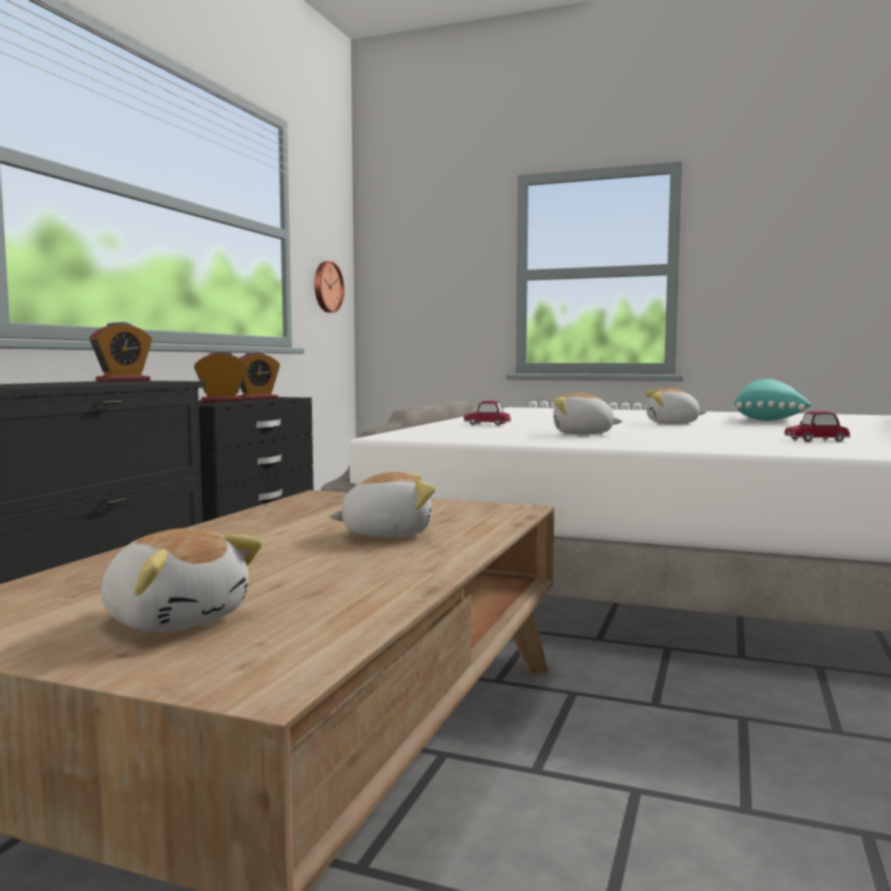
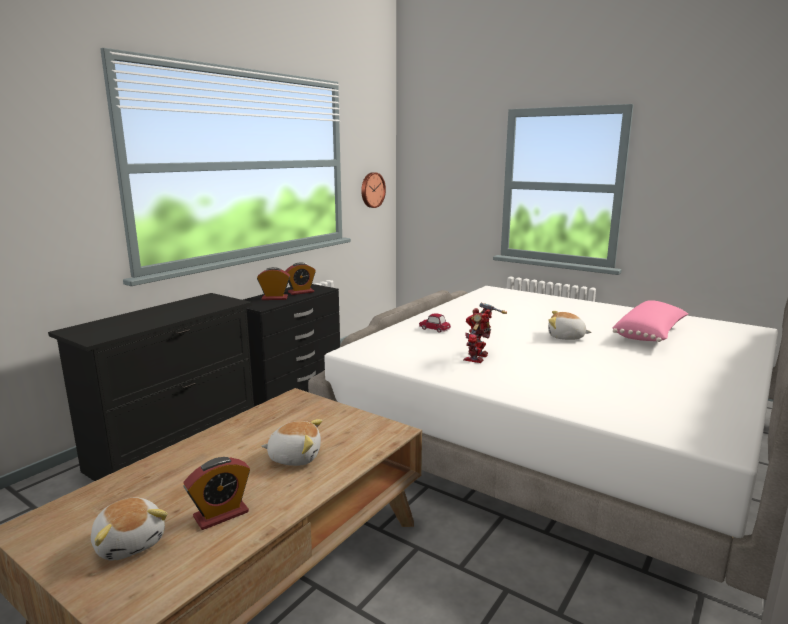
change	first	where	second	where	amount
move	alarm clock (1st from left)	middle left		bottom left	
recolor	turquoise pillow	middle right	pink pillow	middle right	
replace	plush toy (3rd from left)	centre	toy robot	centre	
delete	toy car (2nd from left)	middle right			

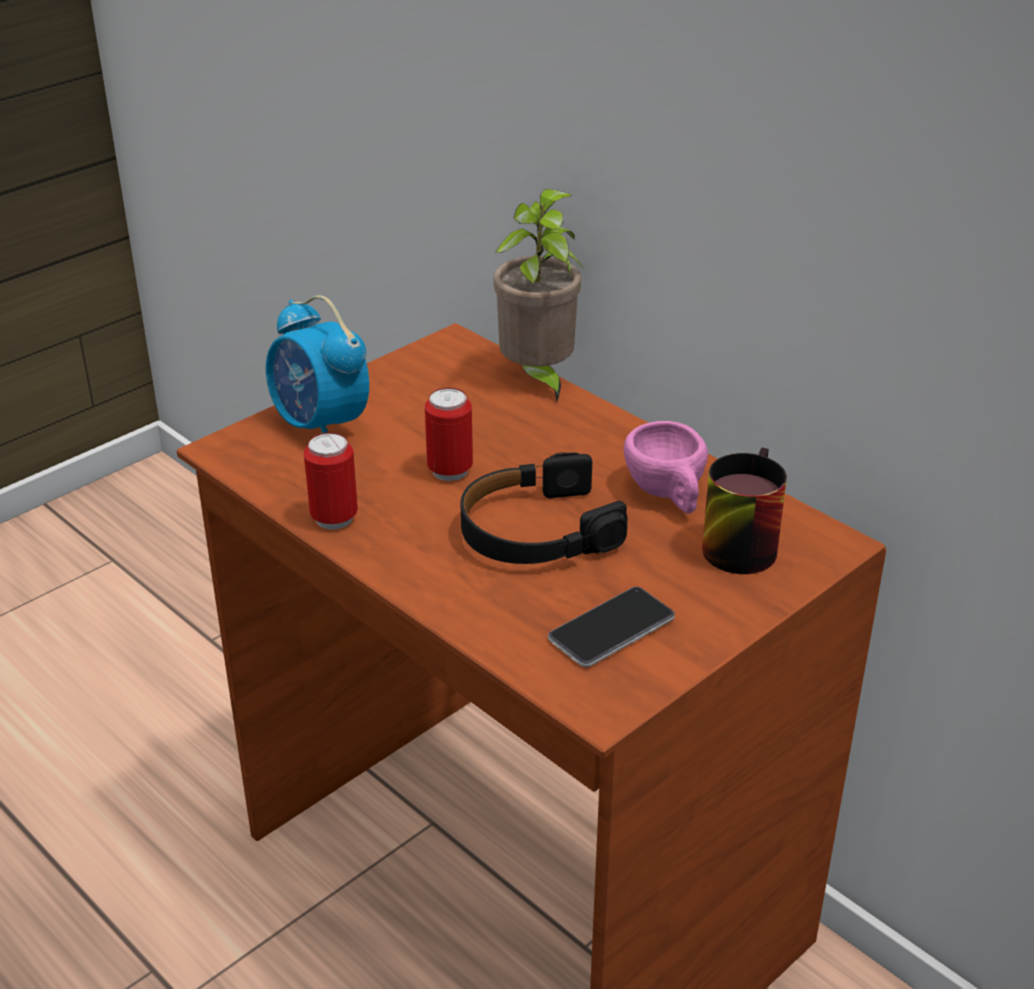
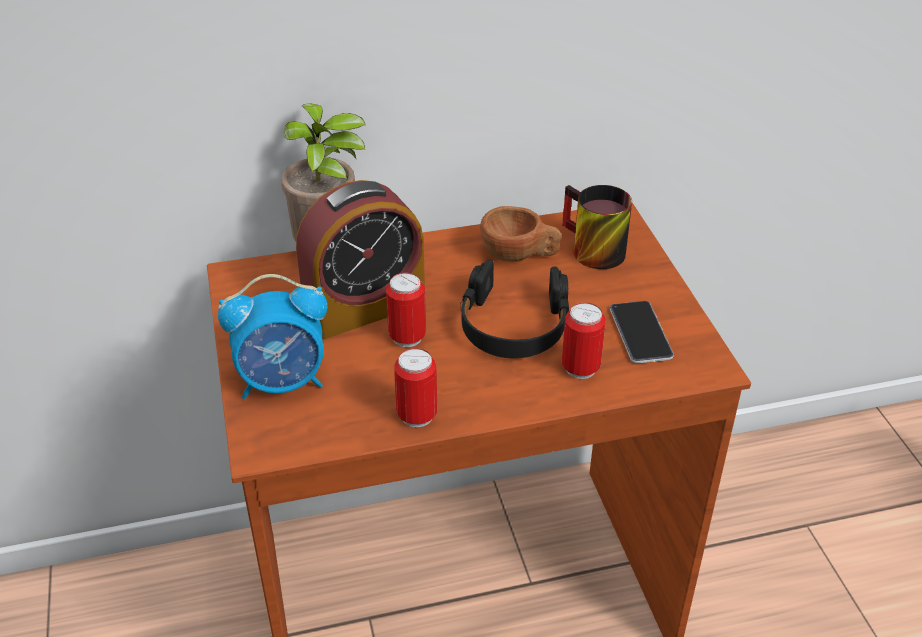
change	first	where	second	where	amount
recolor	pink cup	centre	brown cup	centre	
insert			alarm clock (2nd from left)	centre	
insert			can (3rd from left)	centre	

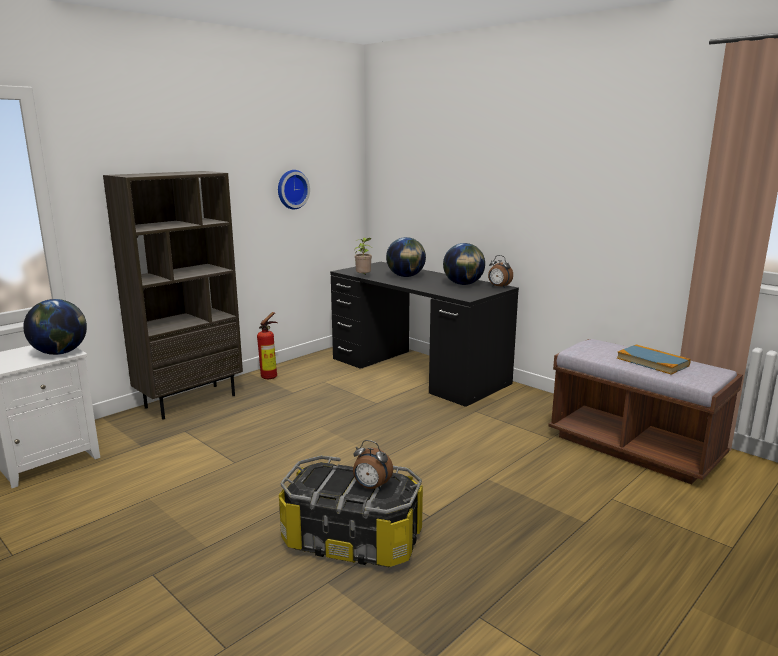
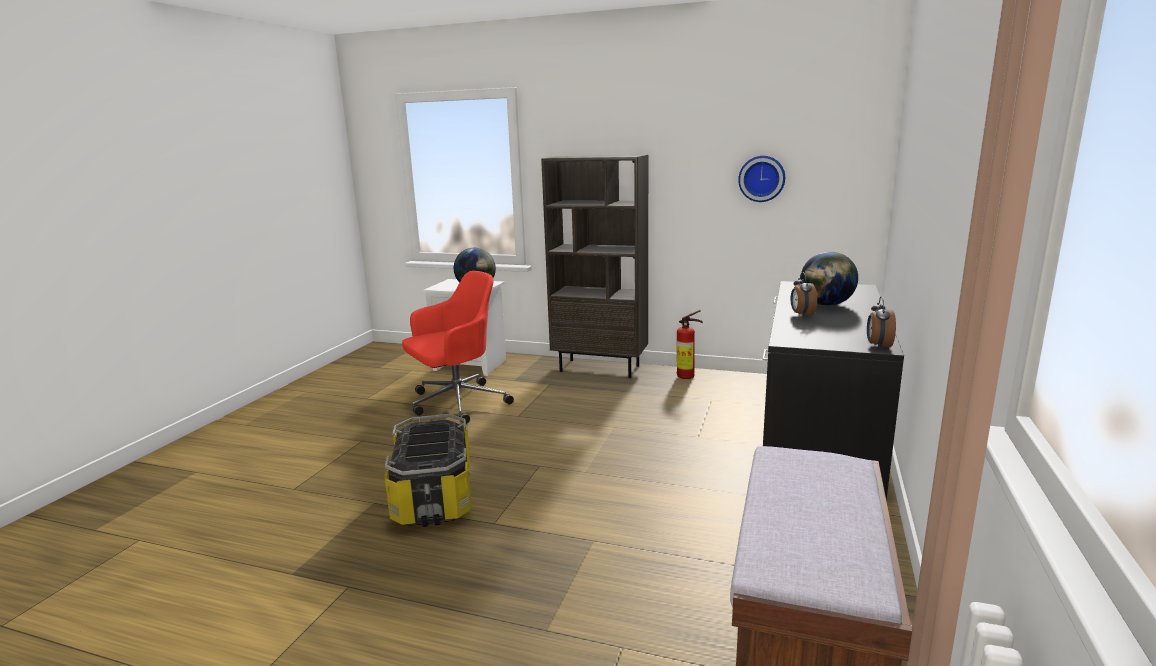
change	first	where	second	where	amount
delete	potted plant	centre			
delete	globe (3rd from left)	centre			
delete	book	middle right			
move	alarm clock (1st from left)	bottom centre		middle right	
insert			red office chair	centre	

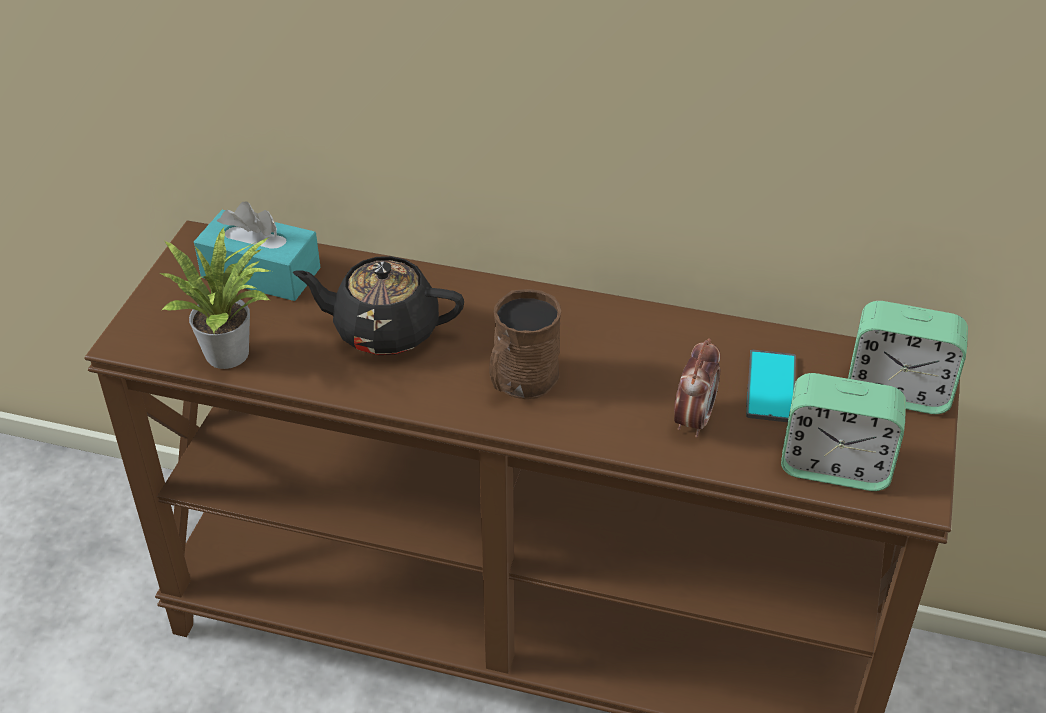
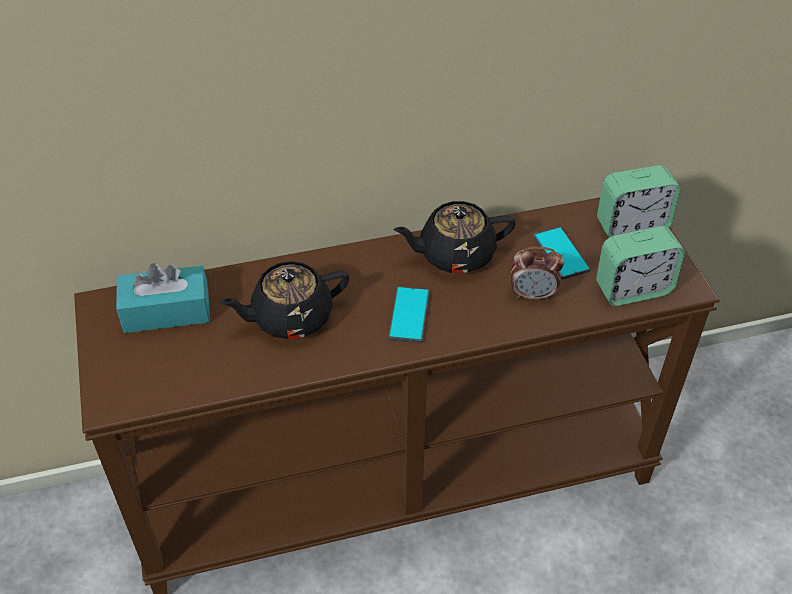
change	first	where	second	where	amount
delete	potted plant	middle left			
replace	brown mug	centre	phone (1st from left)	centre	
rotate	alarm clock (1st from left)	centre		middle right	105 degrees clockwise
insert			black teapot (2nd from left)	centre	

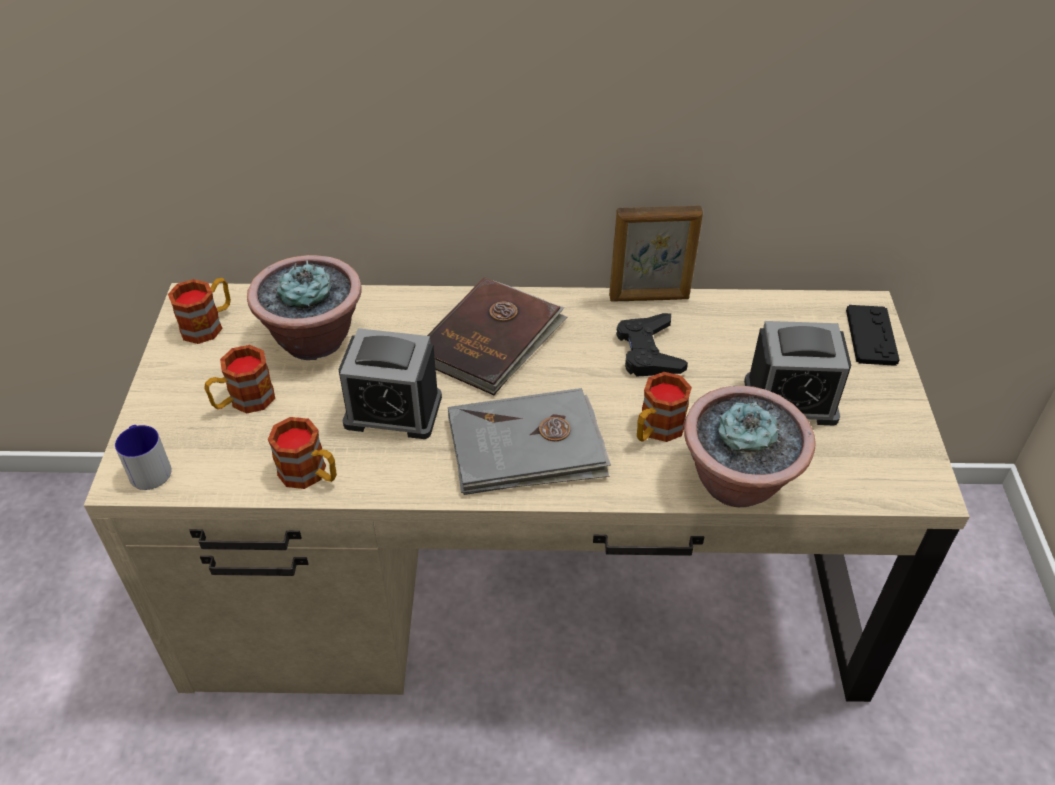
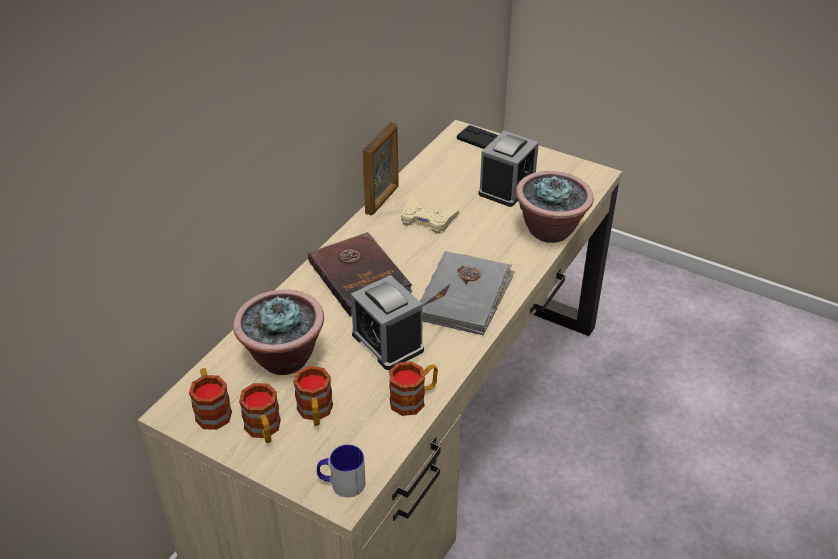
change	first	where	second	where	amount
recolor	black game controller (1st from left)	centre	beige game controller	centre	
rotate	alarm clock (1st from left)	centre		centre	105 degrees clockwise
move	mug (5th from left in the first image)	centre	mug (2nd from left)	bottom left	

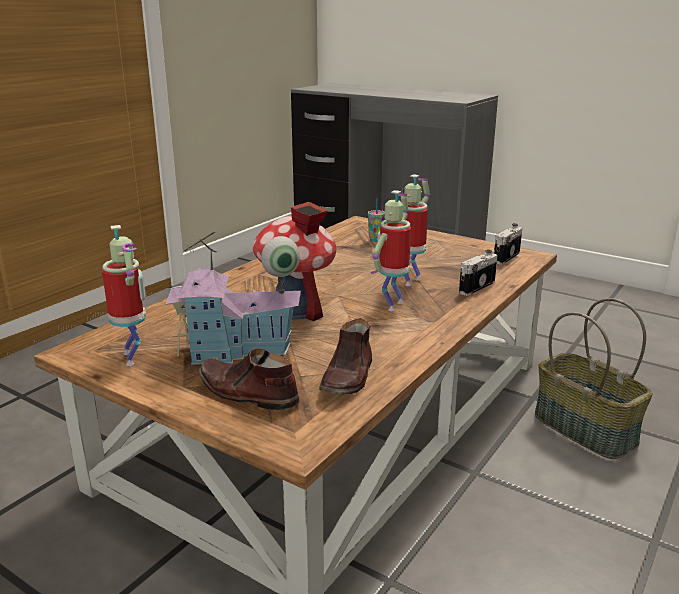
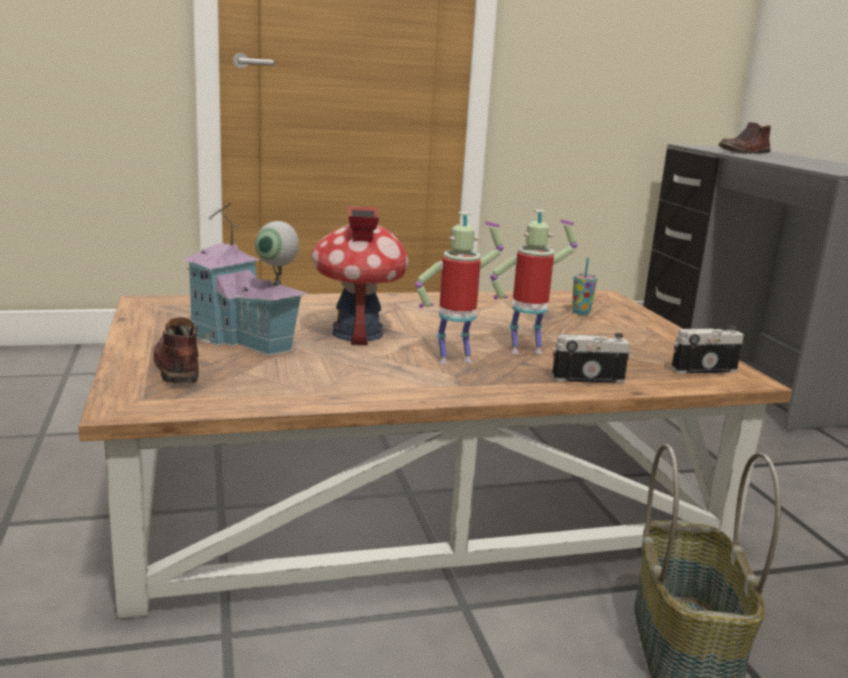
change	first	where	second	where	amount
delete	toy robot (1st from left)	middle left			
move	brown shoe (2nd from left)	centre		top right	

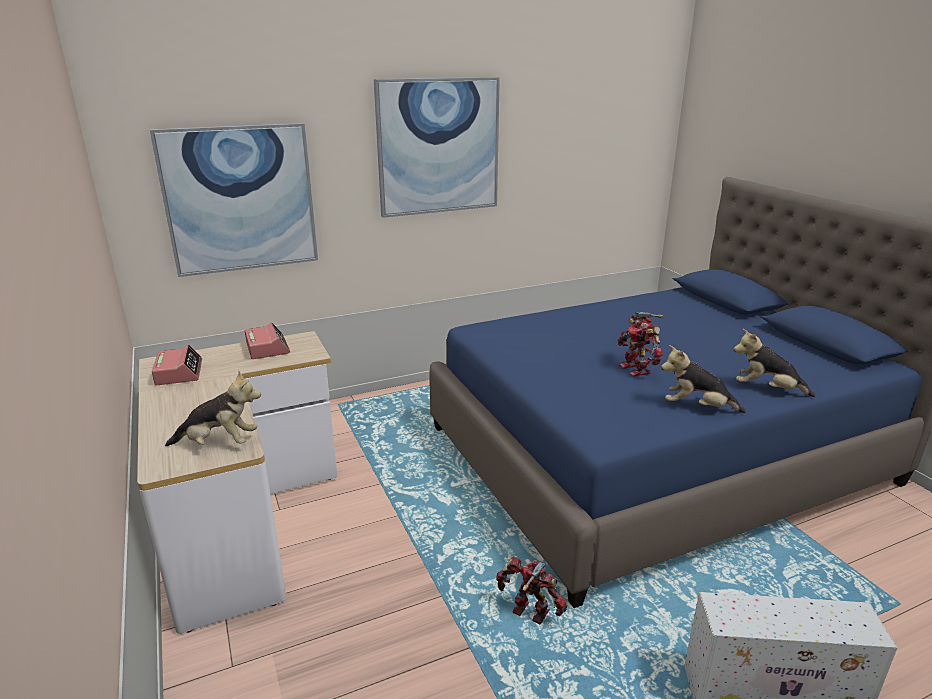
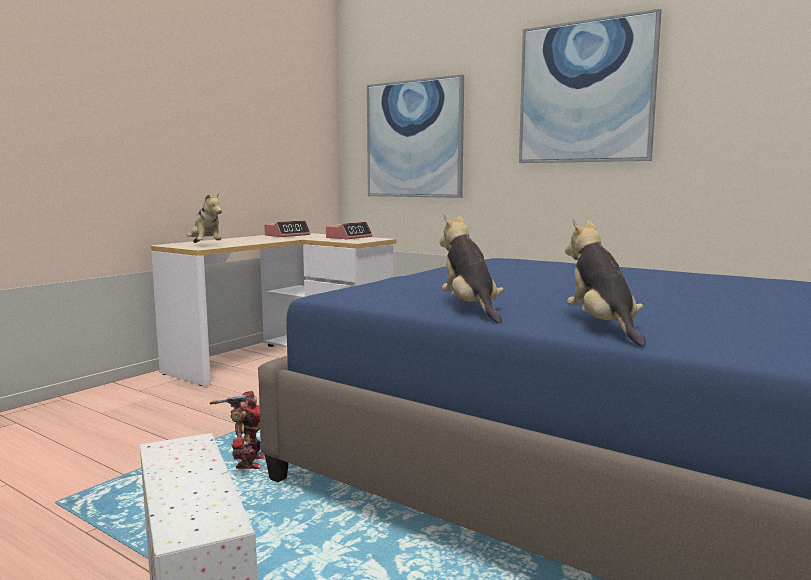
change	first	where	second	where	amount
delete	toy robot (2nd from left)	middle right			

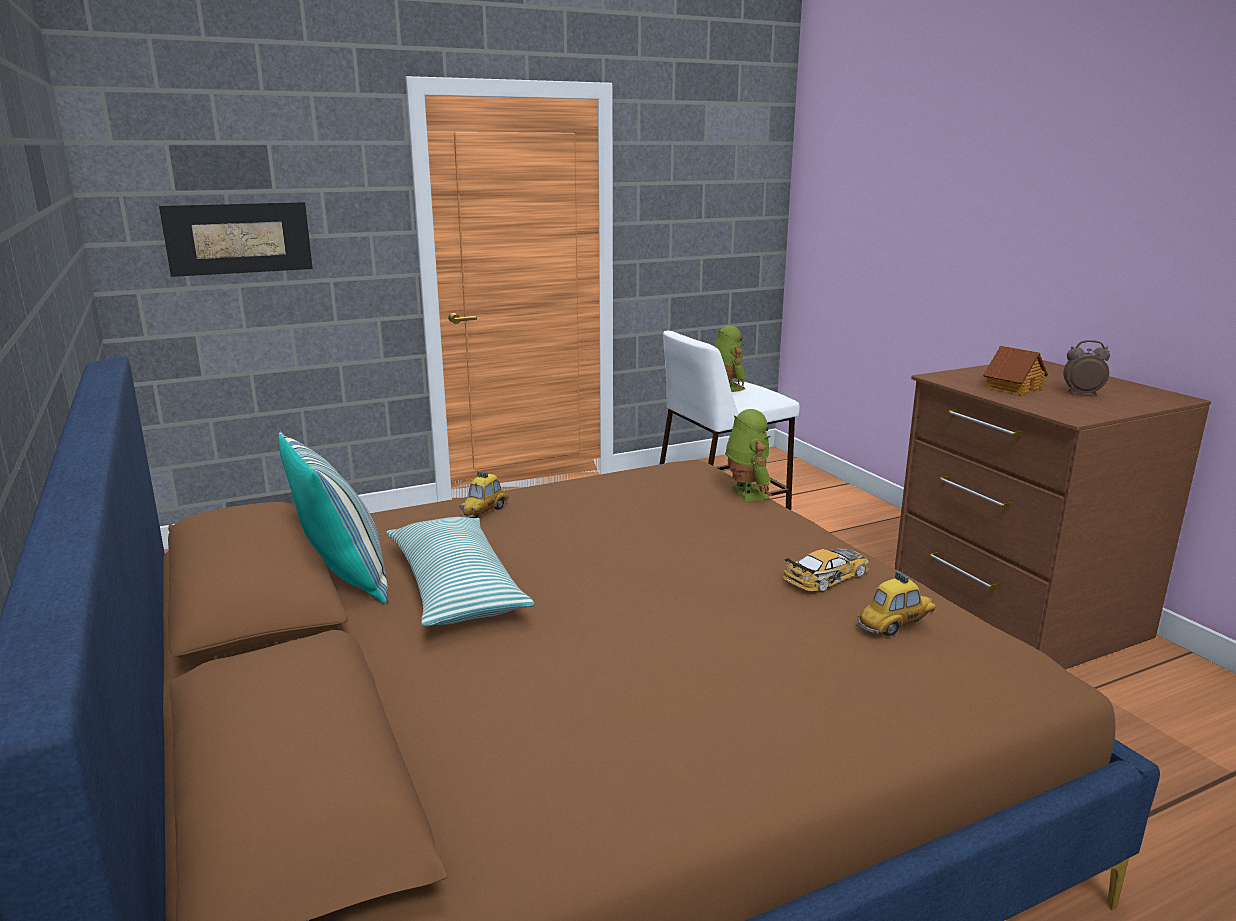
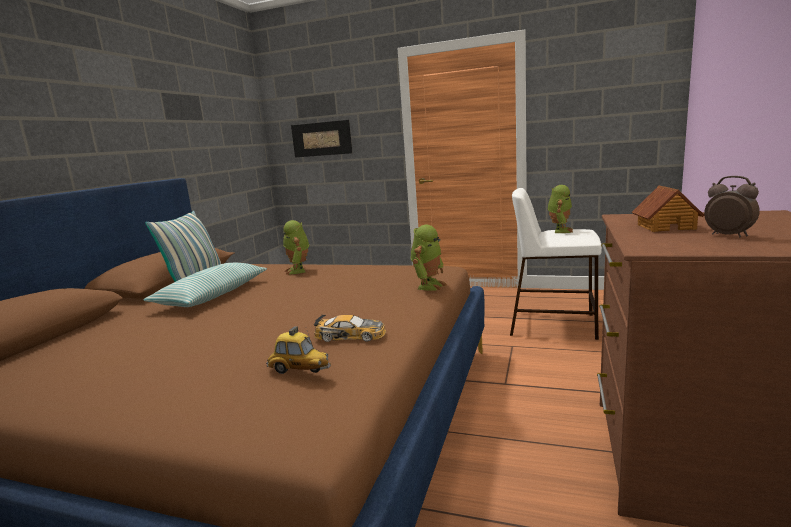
change	first	where	second	where	amount
replace	toy car (1st from left)	centre	toy robot (1st from left)	centre	

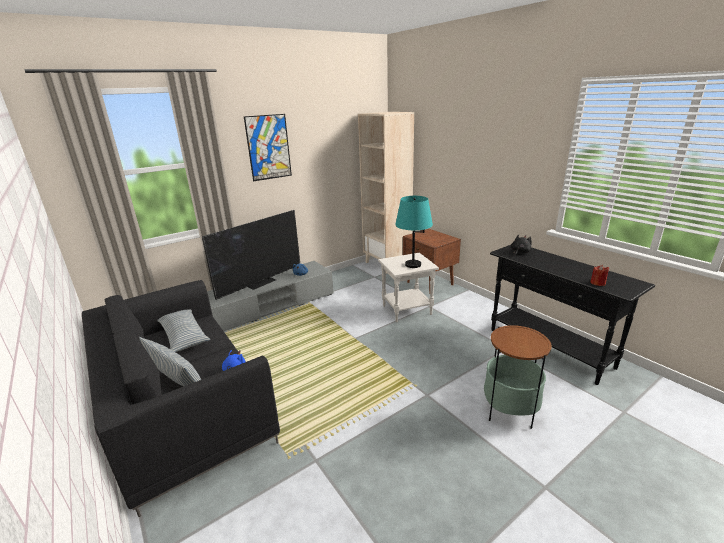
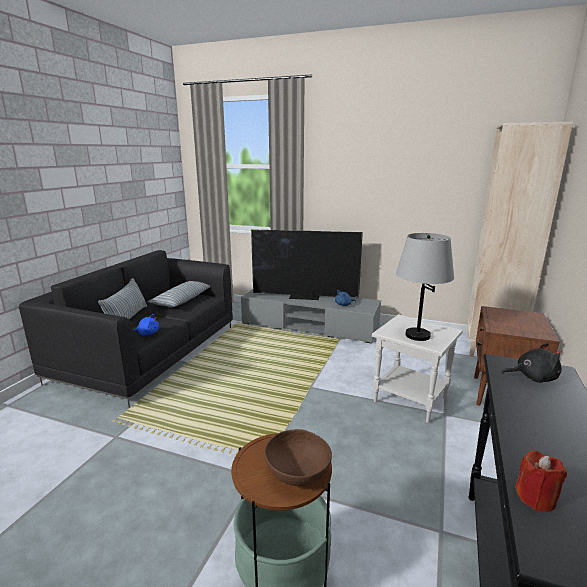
change	first	where	second	where	amount
delete	picture	top centre			
recolor	turquoise table lamp	centre	grey table lamp	middle right	
insert			brown bowl	bottom centre	

